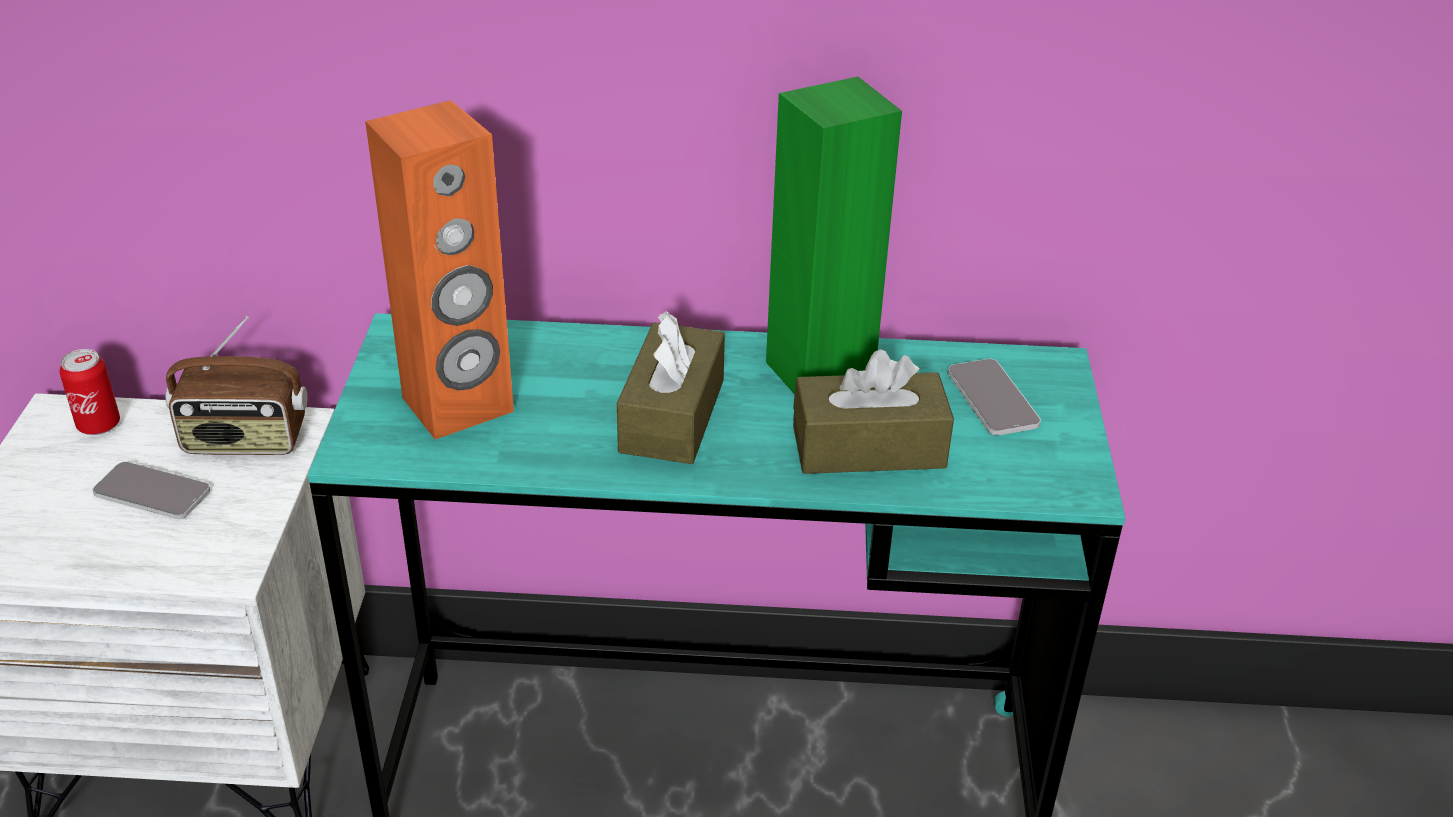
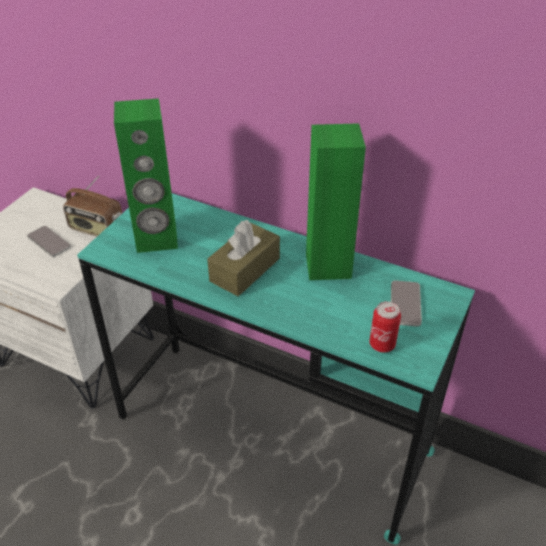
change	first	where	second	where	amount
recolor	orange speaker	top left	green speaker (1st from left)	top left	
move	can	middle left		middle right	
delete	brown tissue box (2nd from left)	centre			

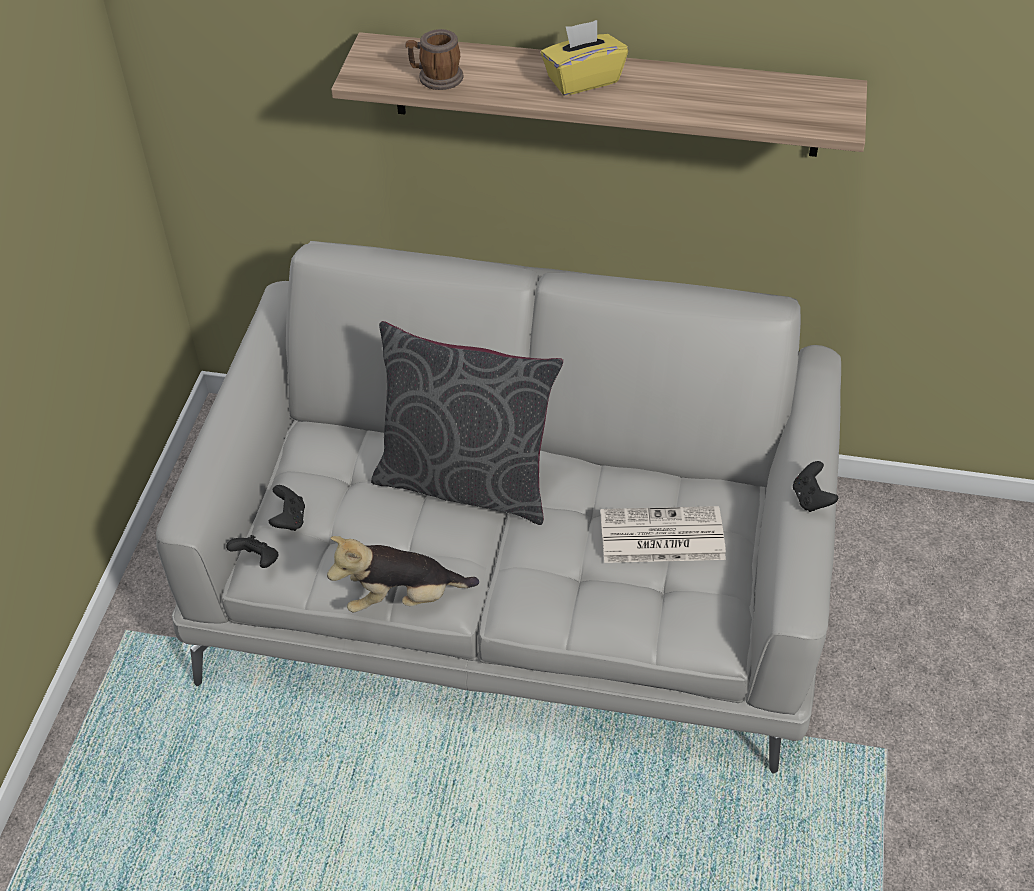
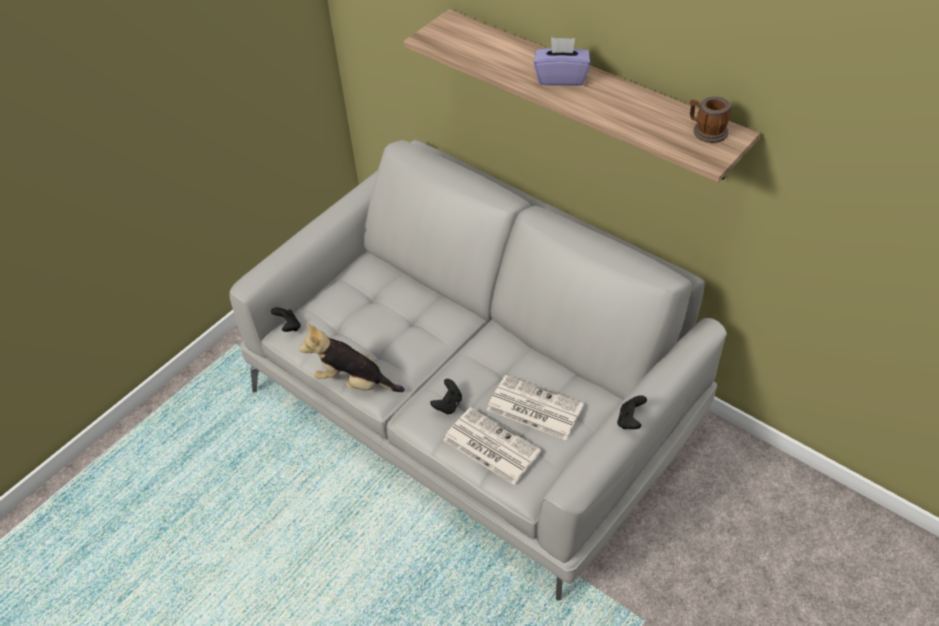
change	first	where	second	where	amount
recolor	yellow tissue box	top centre	purple tissue box	top centre	
move	mug	top centre		top right	
delete	grey pillow	centre			
move	black game controller (2nd from left)	middle left		centre	
insert			newspaper (1st from left)	bottom centre	

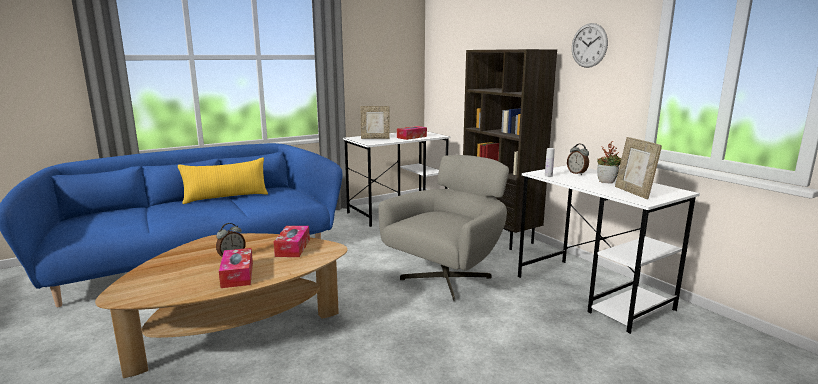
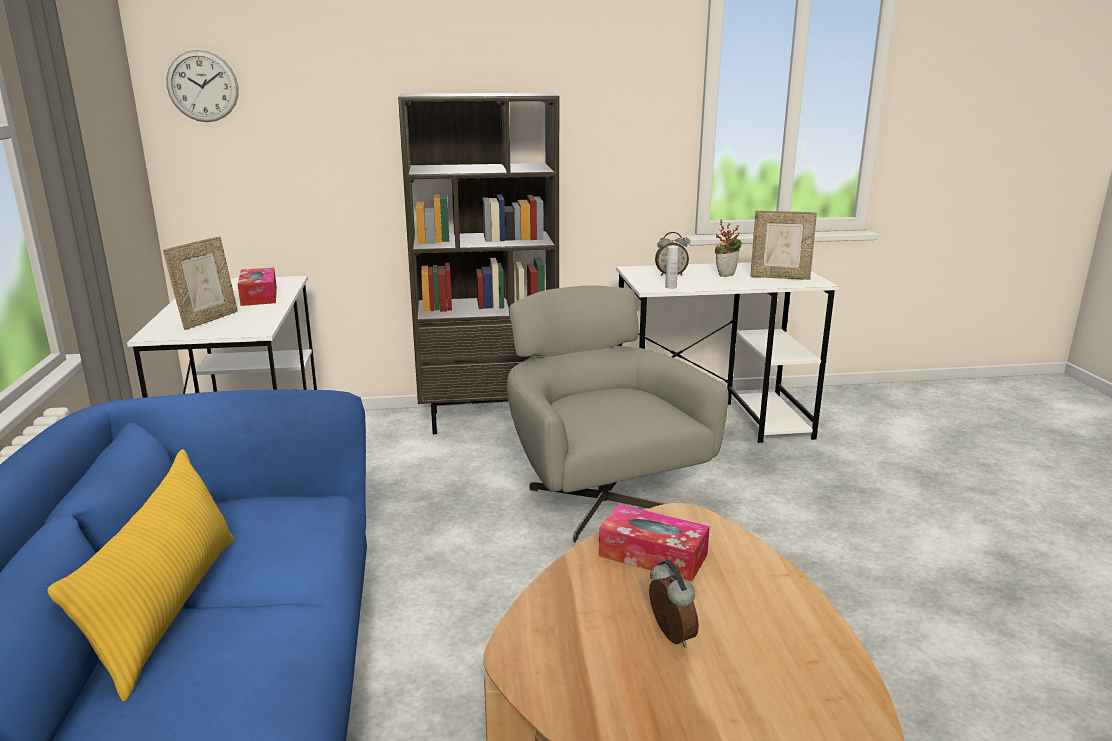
change	first	where	second	where	amount
move	wall clock	top right		top left	
delete	tissue box (1st from left)	bottom left			

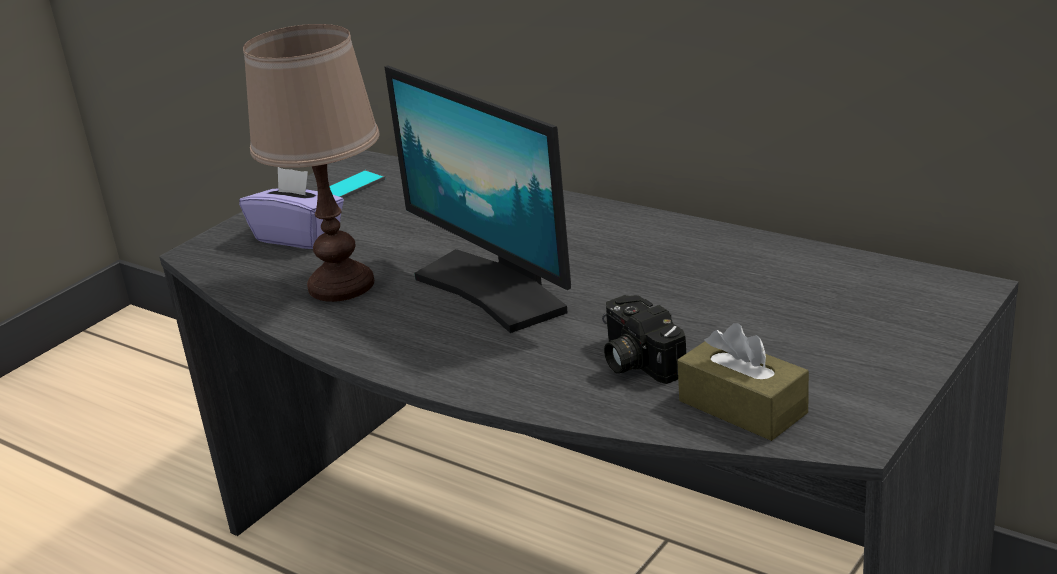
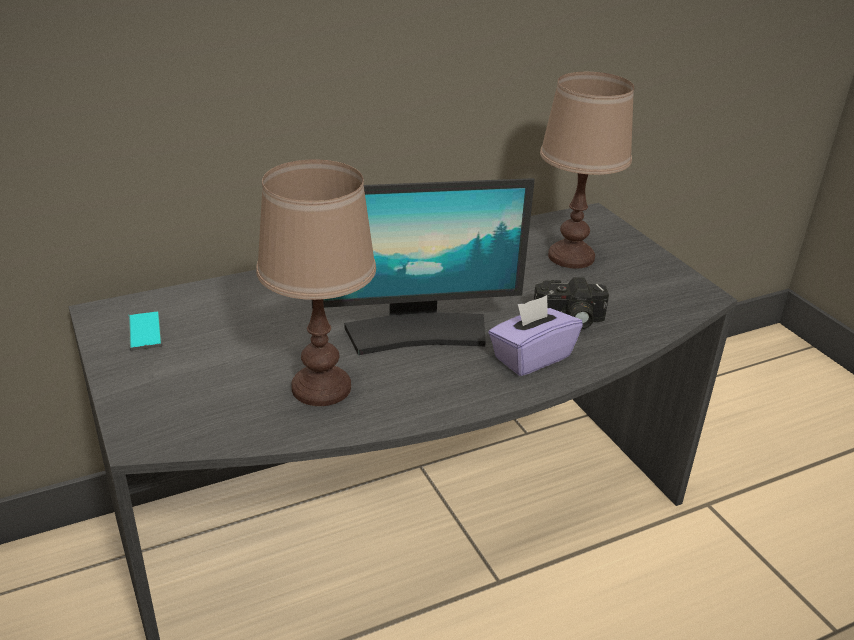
change	first	where	second	where	amount
move	purple tissue box	middle left		centre	
delete	brown tissue box	middle right			
insert			brown table lamp (2nd from left)	top right	

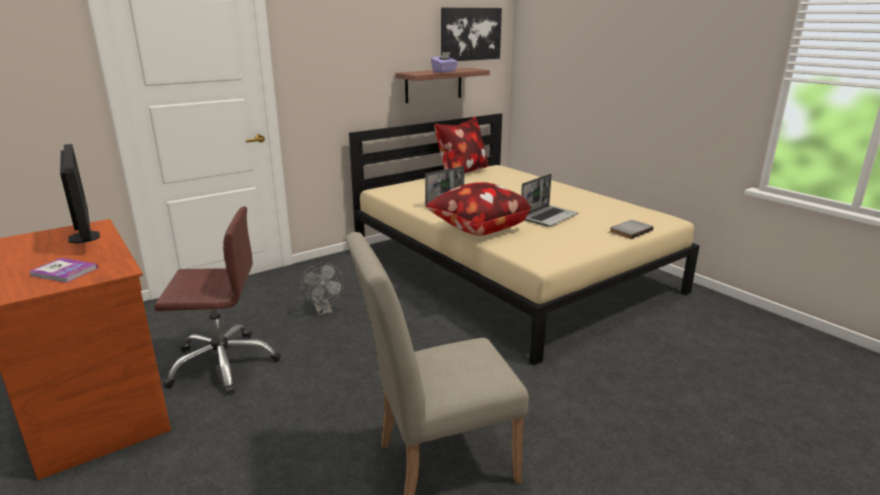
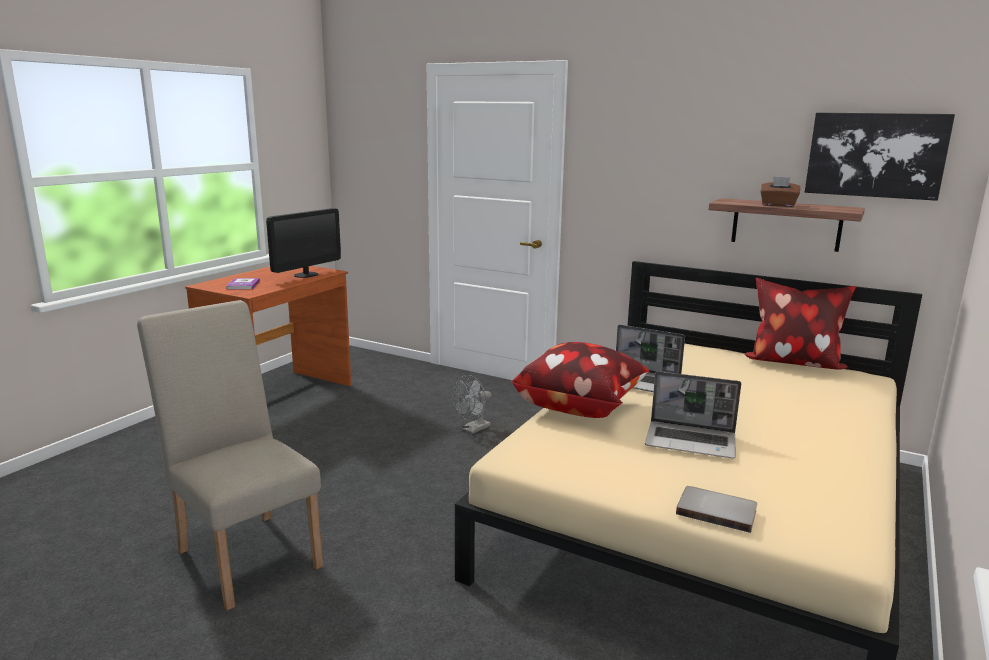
change	first	where	second	where	amount
recolor	purple tissue box	top centre	brown tissue box	top right	
delete	brown office chair	middle left			

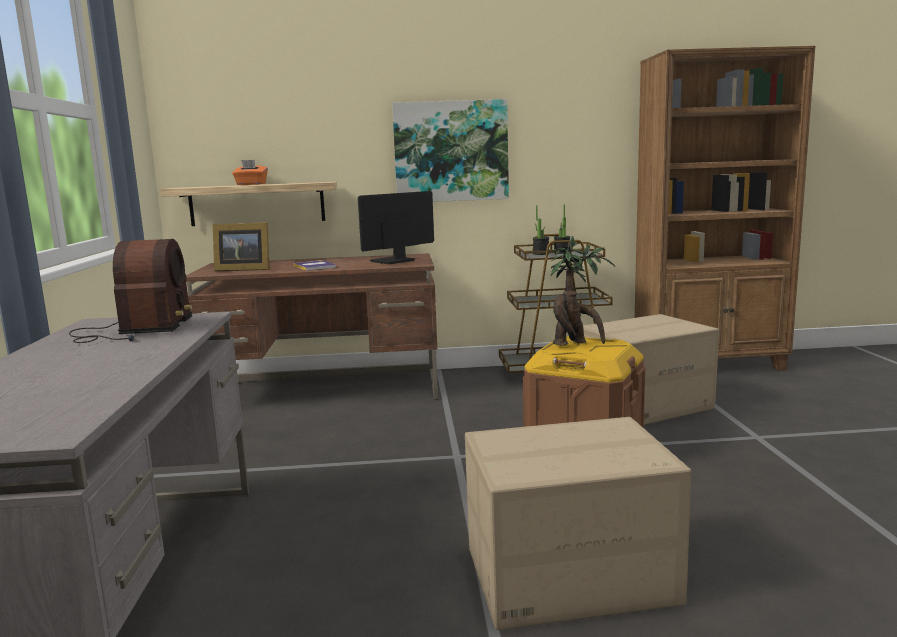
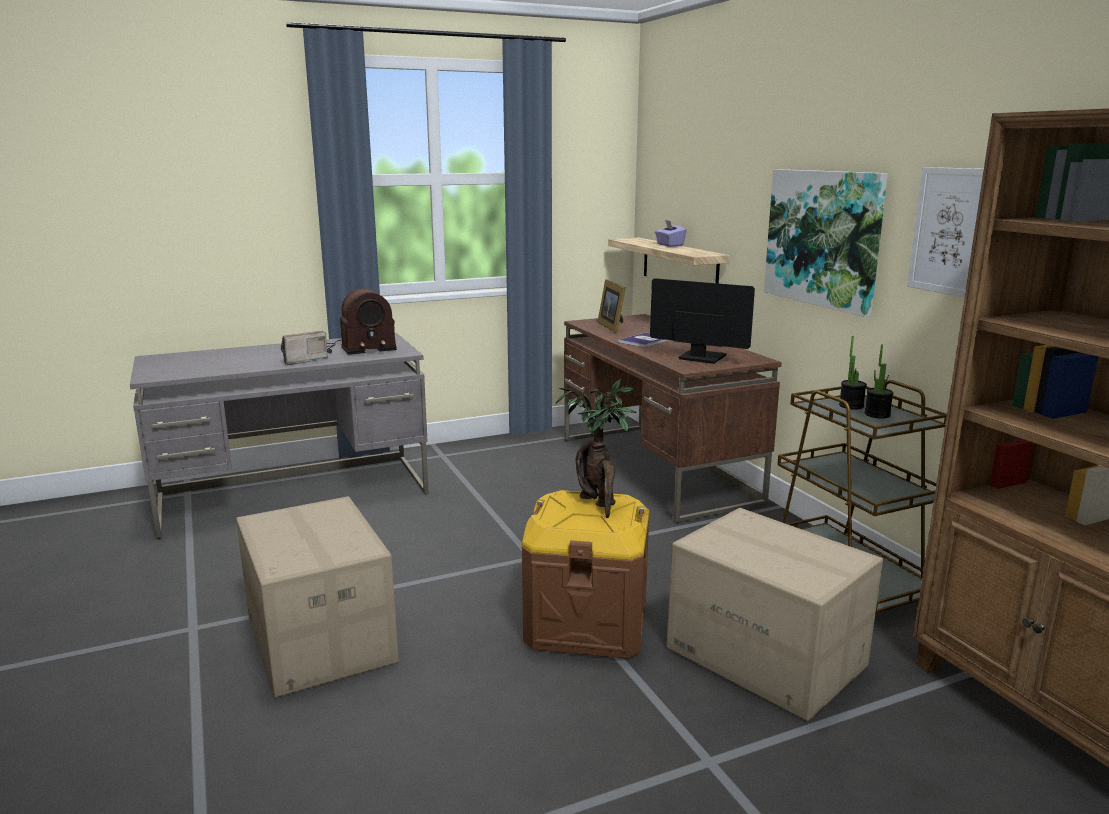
change	first	where	second	where	amount
recolor	orange tissue box	top left	purple tissue box	top centre	
insert			picture (2nd from left)	top right	
insert			radio (1st from left)	middle left	

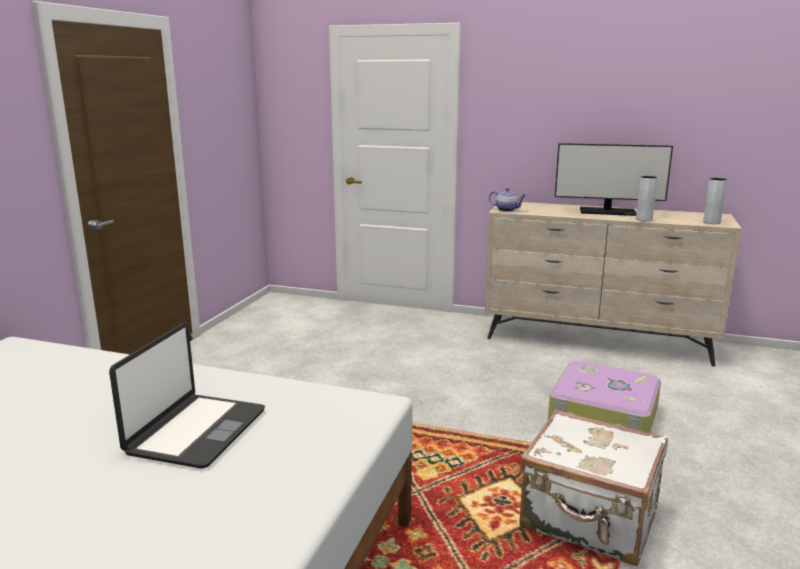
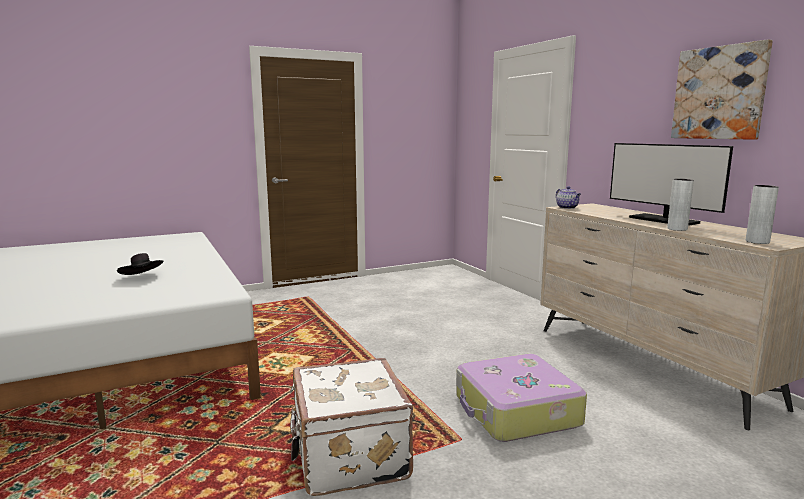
change	first	where	second	where	amount
replace	laptop	bottom left	black hat	middle left	
insert			picture	top right	

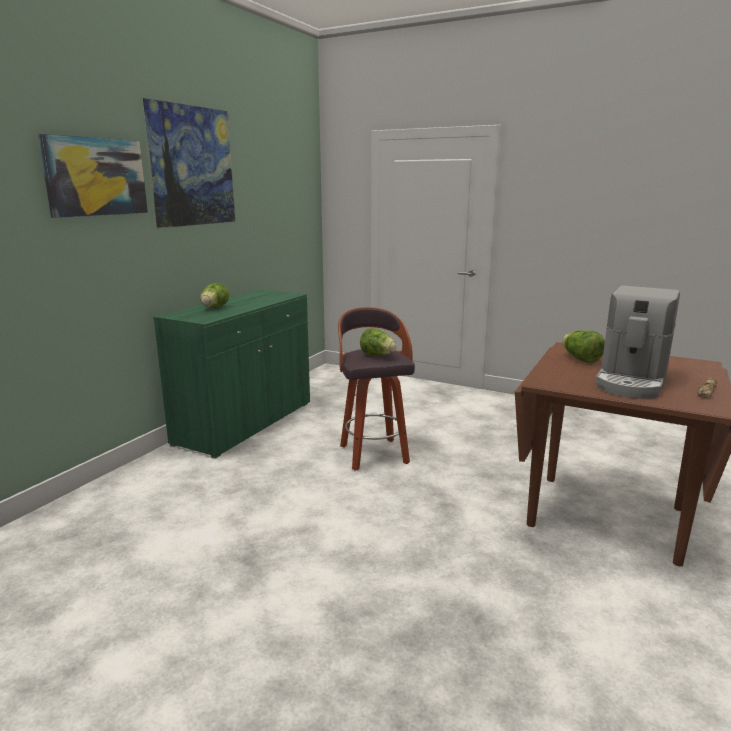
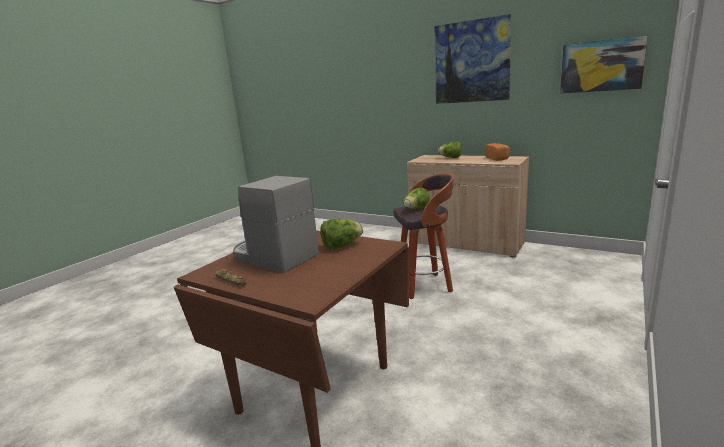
change	first	where	second	where	amount
move	picture (1st from left in the first image)	top left	picture (2nd from left)	top right	
recolor	green cabinet	middle left	beige cabinet	centre	
insert			bread (2nd from left)	middle right	

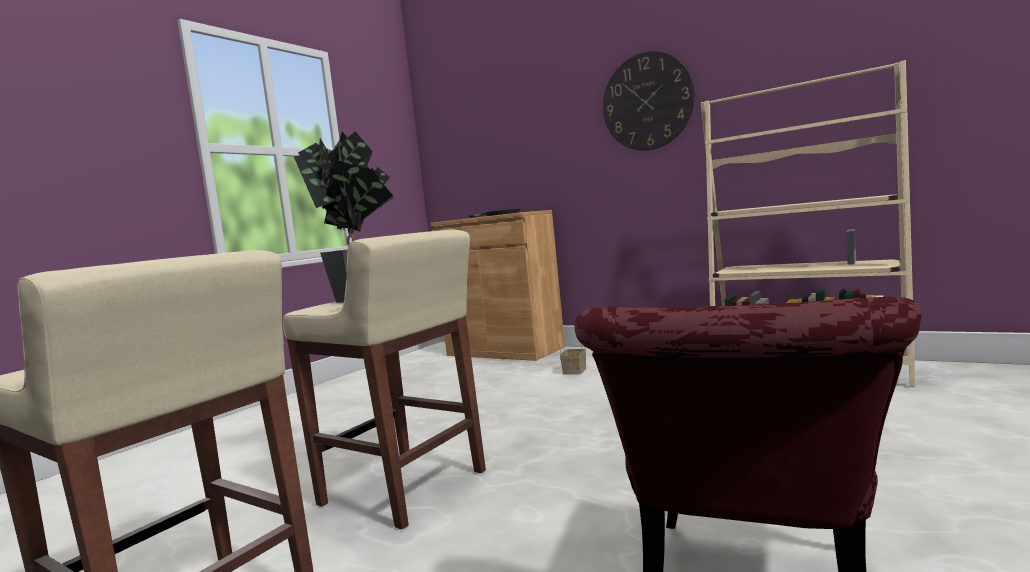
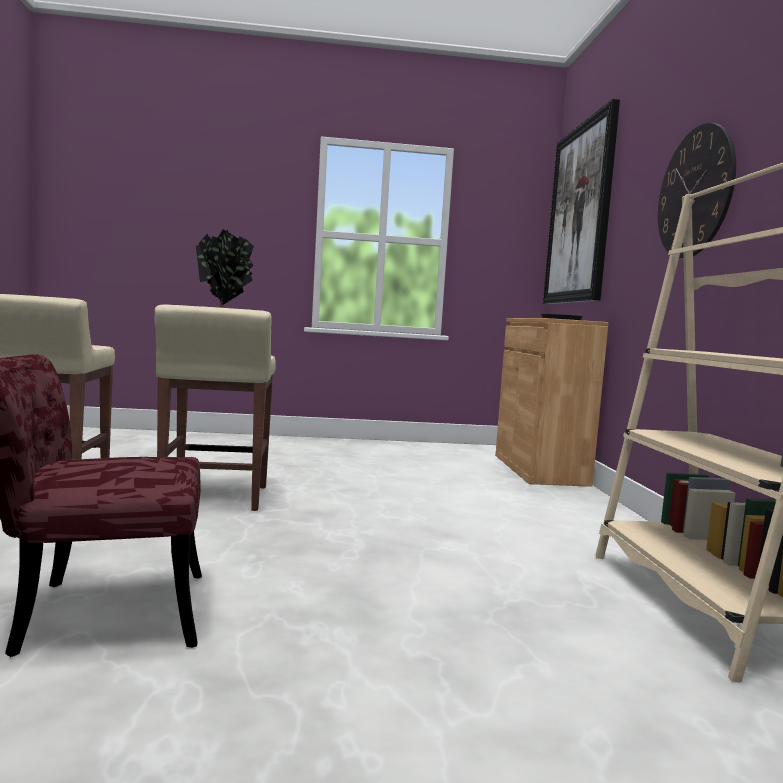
change	first	where	second	where	amount
delete	basket	centre			
insert			picture	top right	

